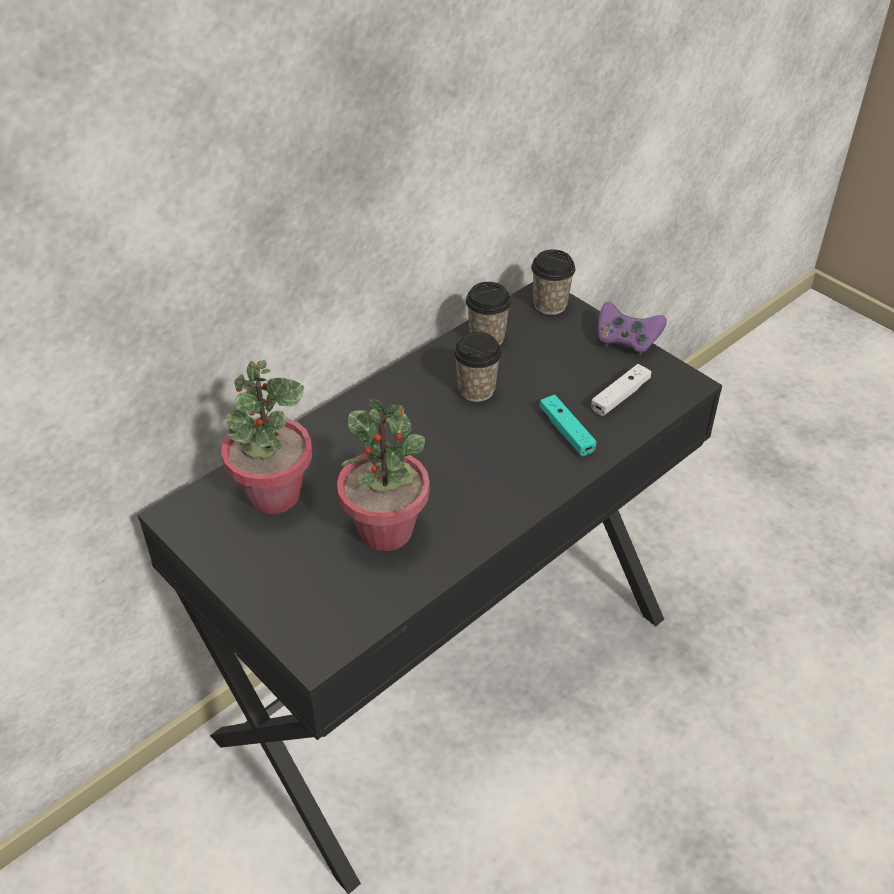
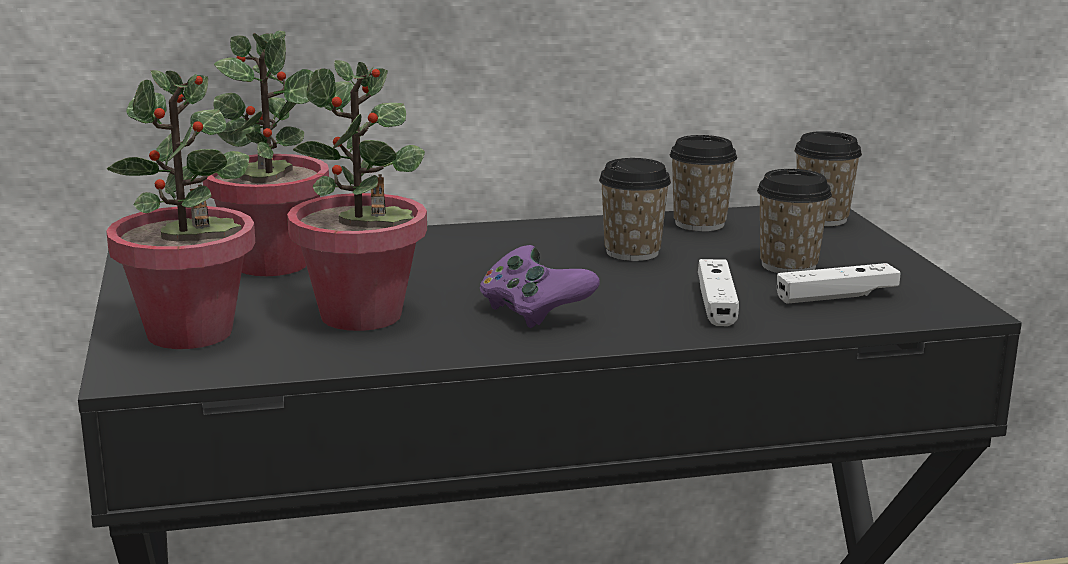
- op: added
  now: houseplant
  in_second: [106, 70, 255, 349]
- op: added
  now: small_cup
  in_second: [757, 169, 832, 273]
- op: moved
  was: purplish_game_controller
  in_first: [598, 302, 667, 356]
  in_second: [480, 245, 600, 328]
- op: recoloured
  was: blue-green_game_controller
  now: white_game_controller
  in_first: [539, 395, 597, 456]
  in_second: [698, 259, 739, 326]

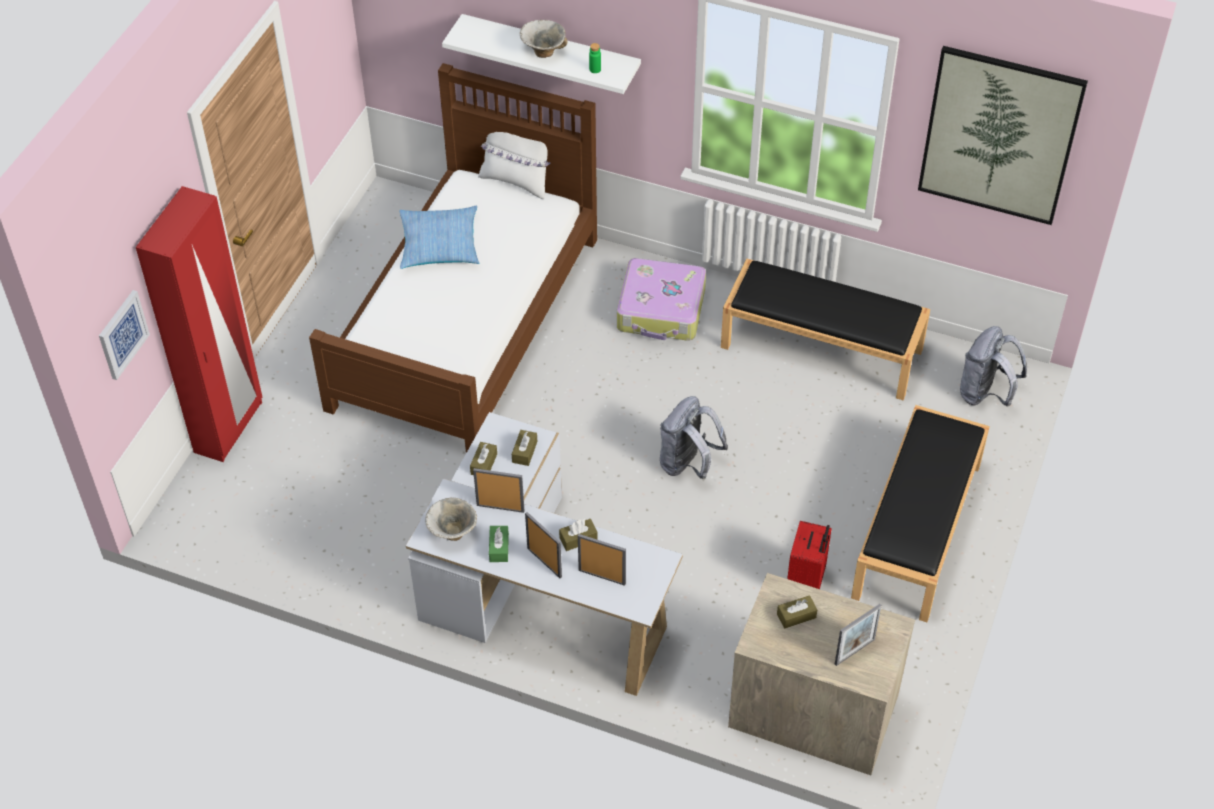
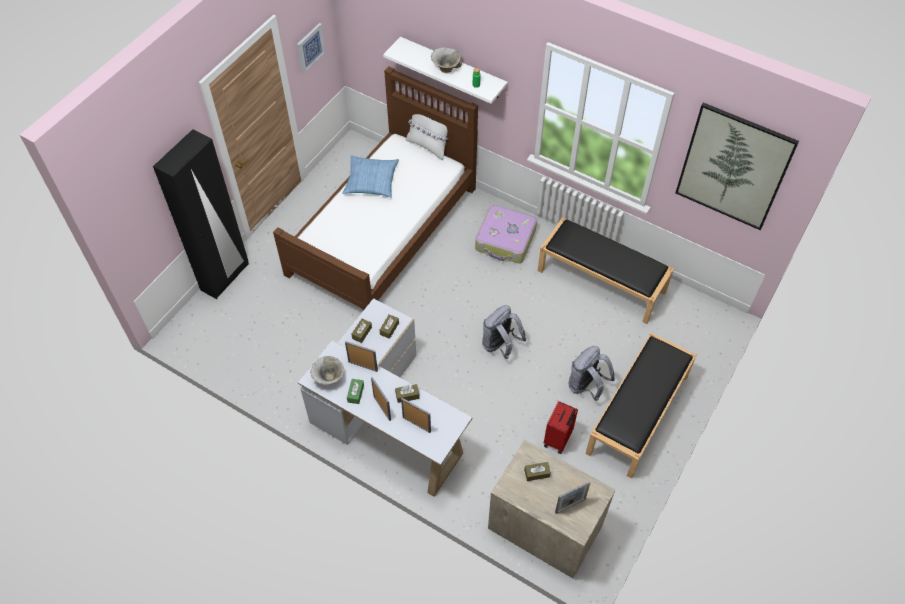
- op: moved
  was: picture
  in_first: [99, 290, 150, 380]
  in_second: [297, 23, 326, 74]
- op: moved
  was: greyish_knapsack
  in_first: [960, 326, 1027, 407]
  in_second: [569, 346, 615, 401]
- op: recoloured
  was: red-coloured_armoire
  now: black-coloured_armoire
  in_first: [136, 186, 262, 462]
  in_second: [153, 129, 249, 299]

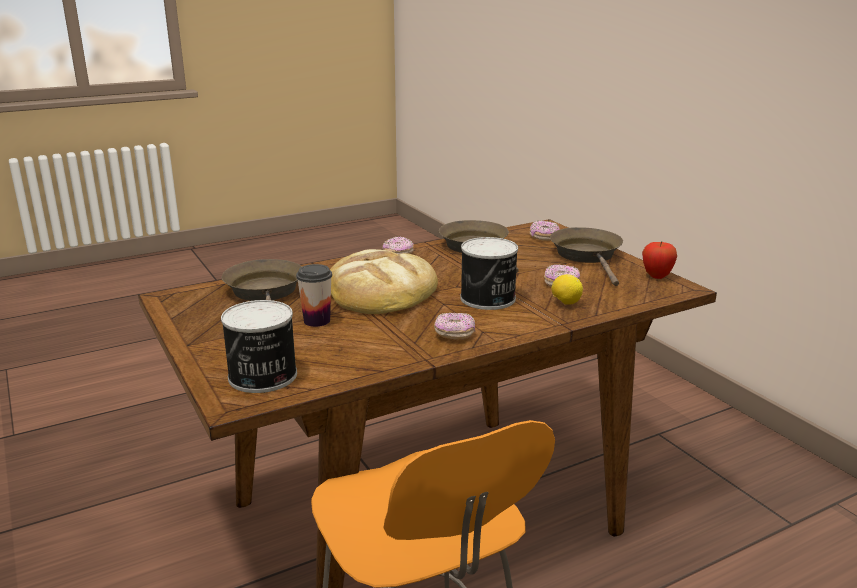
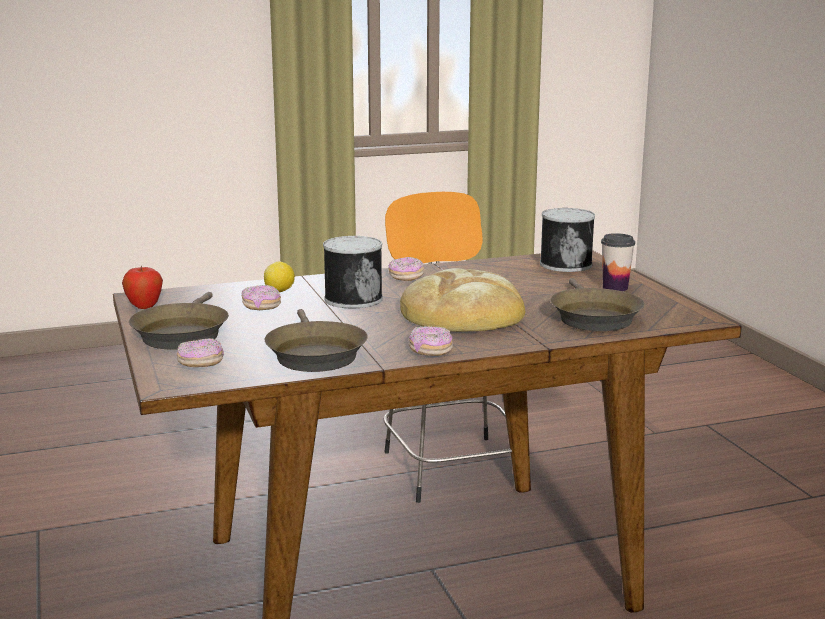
- op: moved
  was: small_cup
  in_first: [296, 264, 332, 327]
  in_second: [601, 233, 635, 291]

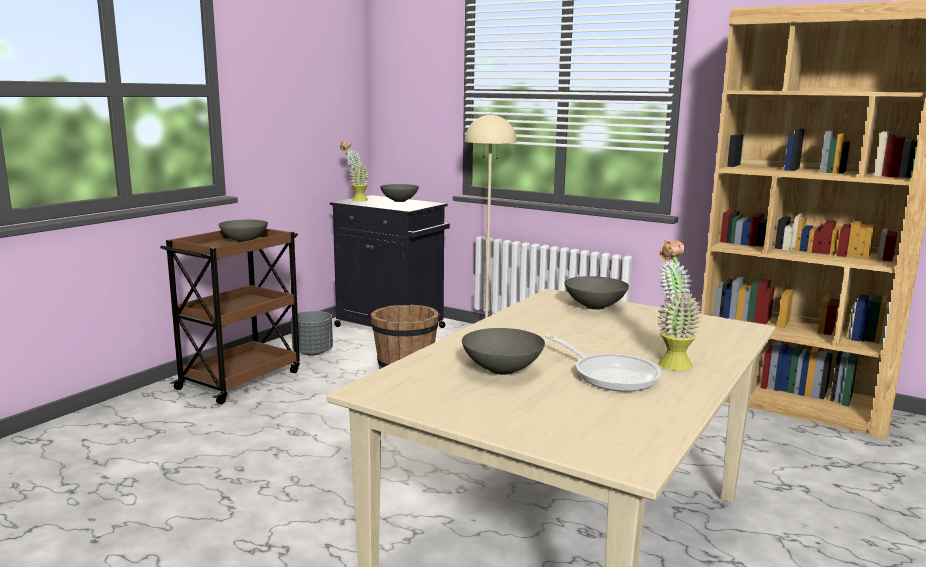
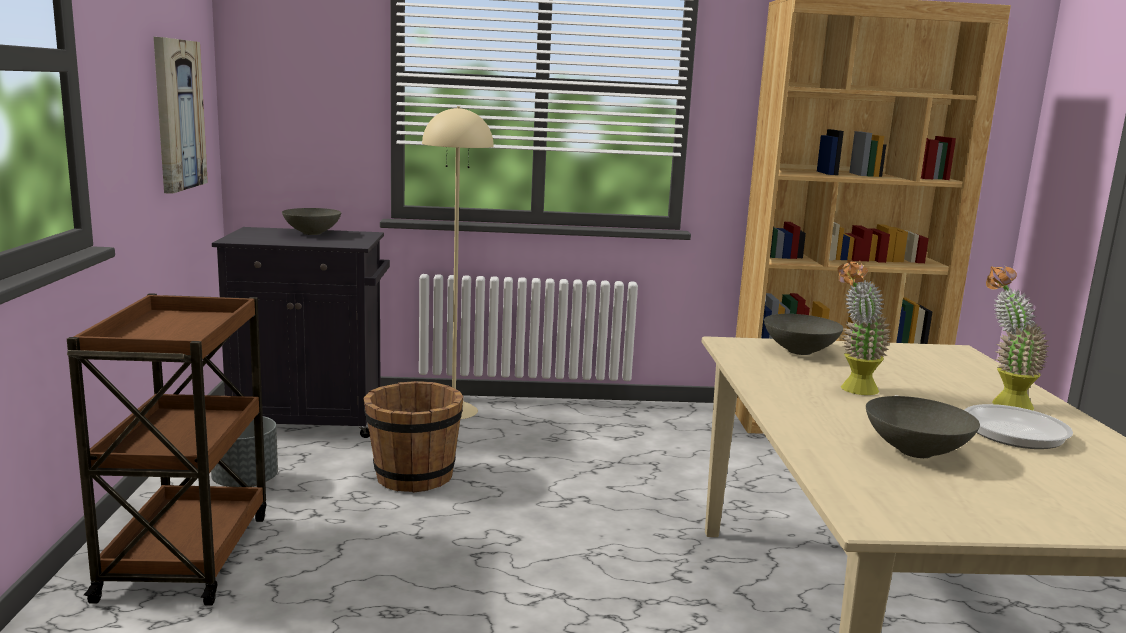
- op: removed
  was: greyish_bowl
  in_first: [218, 220, 268, 243]
- op: added
  now: picture
  in_second: [154, 37, 208, 194]
- op: moved
  was: houseplant
  in_first: [340, 141, 369, 201]
  in_second: [837, 260, 891, 395]

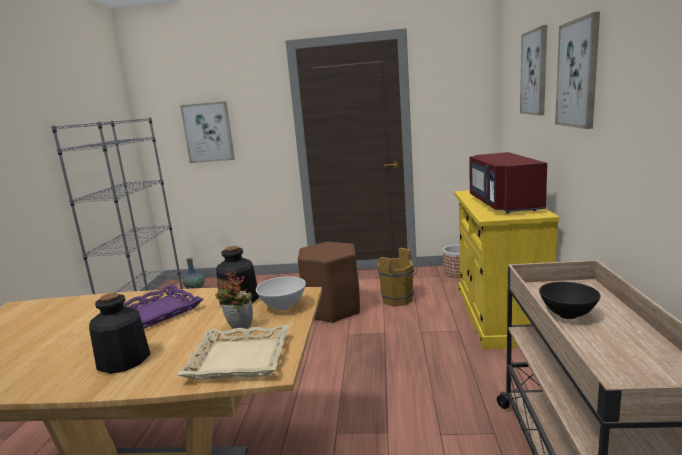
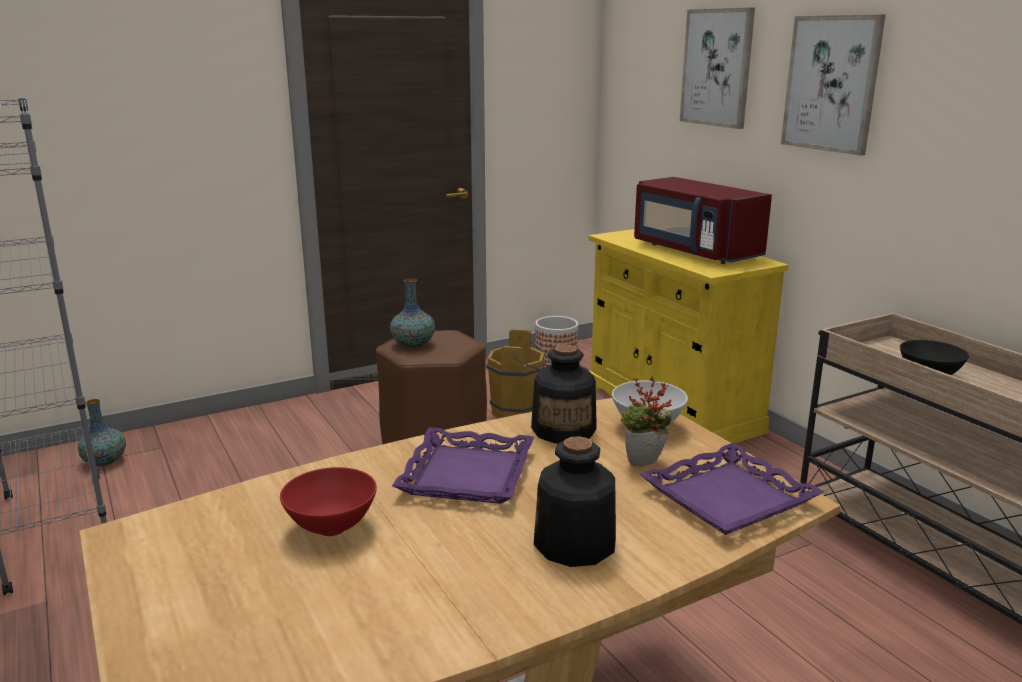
- op: removed
  was: picture
  in_first: [180, 101, 235, 163]
- op: added
  now: red-coloured_bowl
  in_second: [280, 467, 377, 536]
- op: added
  now: decorative_vase
  in_second: [390, 278, 435, 348]
- op: recoloured
  was: sand-coloured_carrying_tray
  now: purplish_carrying_tray
  in_first: [177, 325, 289, 380]
  in_second: [640, 443, 824, 535]

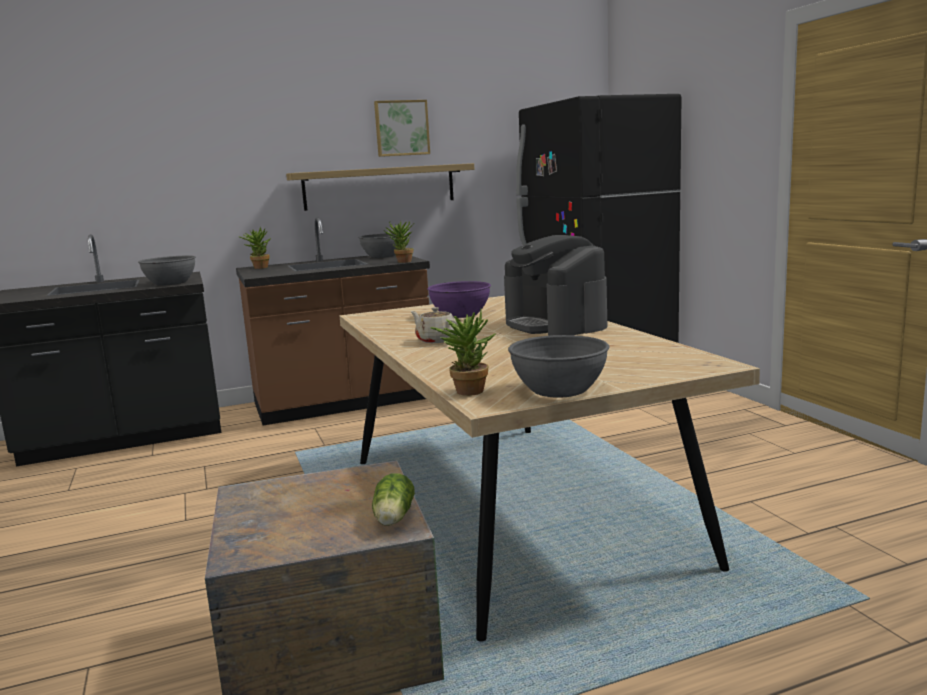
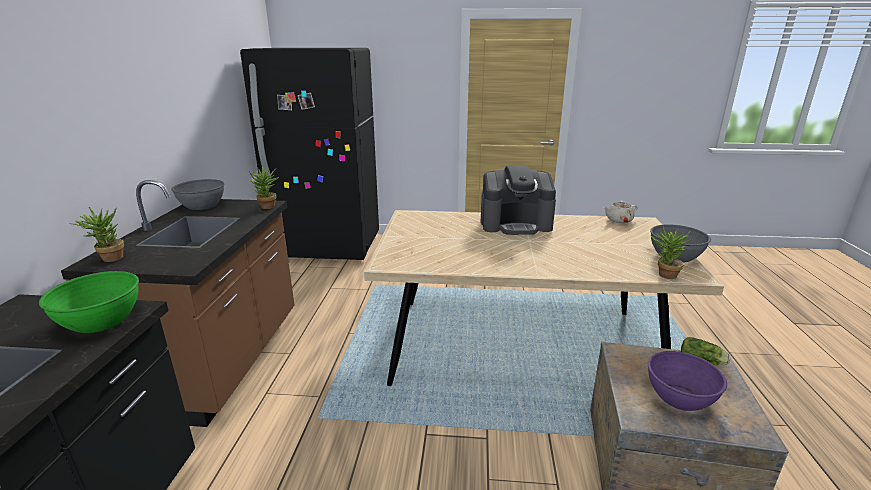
- op: removed
  was: shelf
  in_first: [286, 163, 475, 211]
- op: removed
  was: picture
  in_first: [374, 100, 430, 157]
- op: moved
  was: sand-coloured_tea_pot
  in_first: [411, 307, 458, 343]
  in_second: [604, 201, 638, 223]
- op: moved
  was: purplish_bowl
  in_first: [427, 281, 491, 318]
  in_second: [648, 351, 727, 411]
- op: recoloured
  was: greyish_bowl
  now: green_bowl
  in_first: [138, 256, 196, 286]
  in_second: [39, 271, 139, 333]

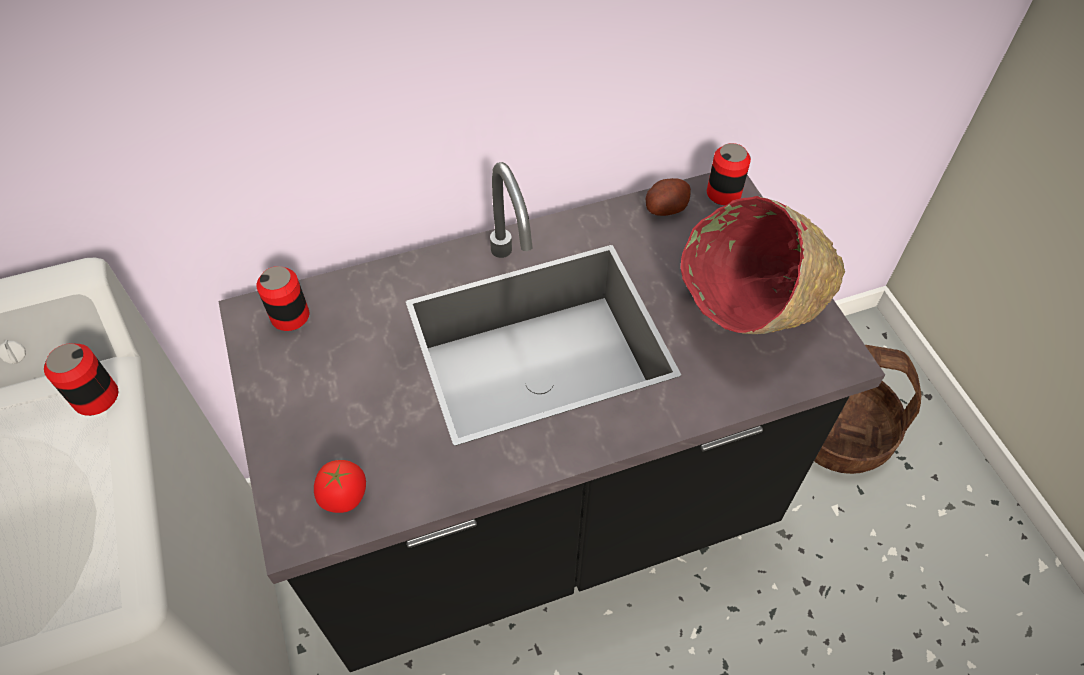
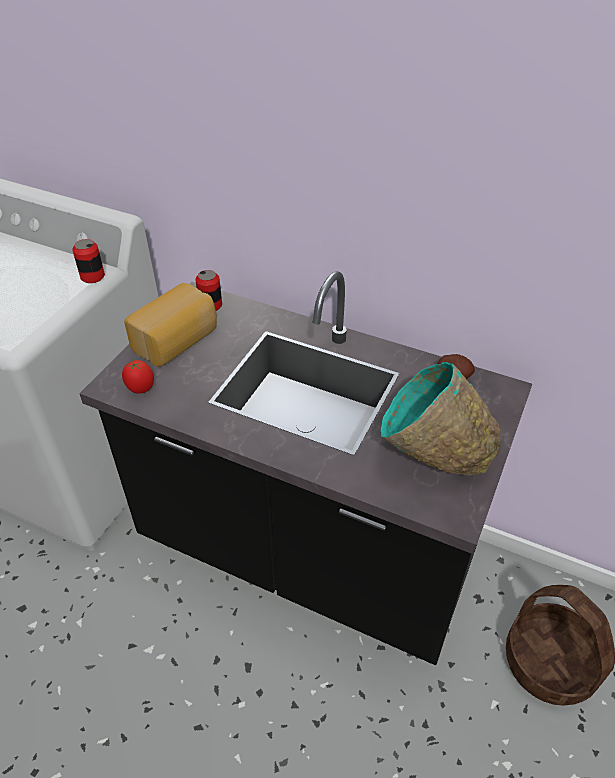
- op: removed
  was: can
  in_first: [707, 143, 751, 205]
- op: added
  now: baked_bread
  in_second: [124, 283, 217, 367]
- op: recoloured
  was: red-coloured_bowl
  now: blue-green_bowl
  in_first: [681, 196, 845, 334]
  in_second: [380, 362, 501, 476]

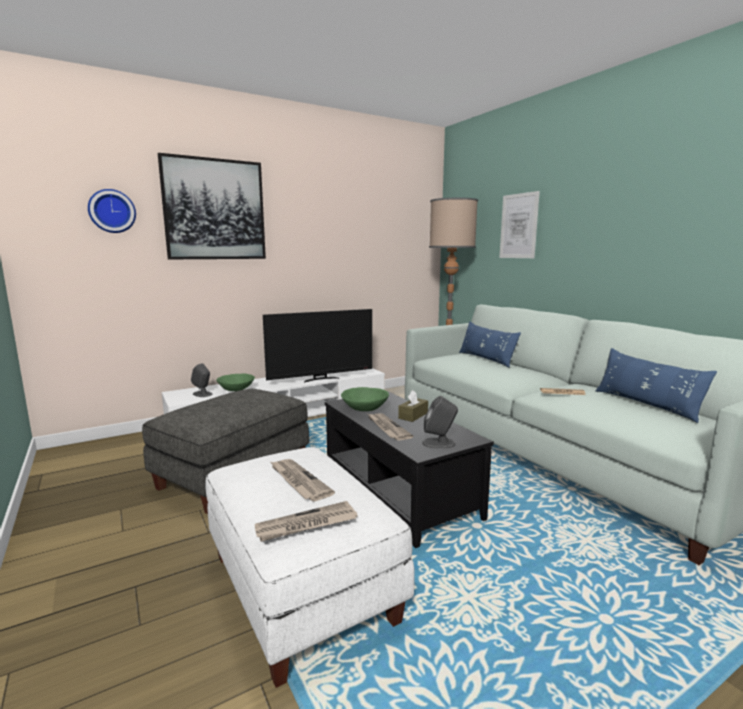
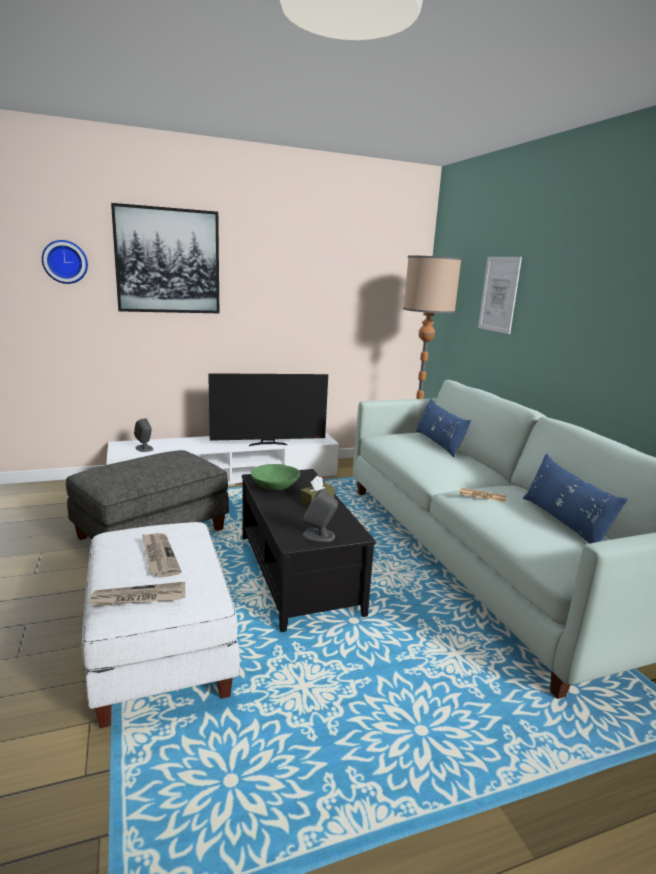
- op: removed
  was: green_bowl
  in_first: [216, 374, 255, 391]
- op: removed
  was: printed_paper
  in_first: [368, 413, 413, 441]

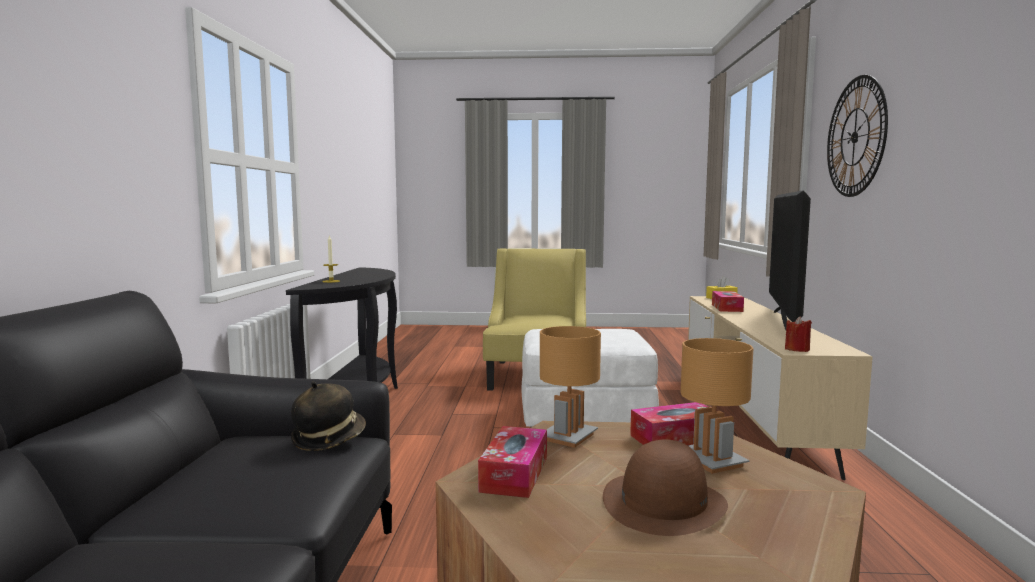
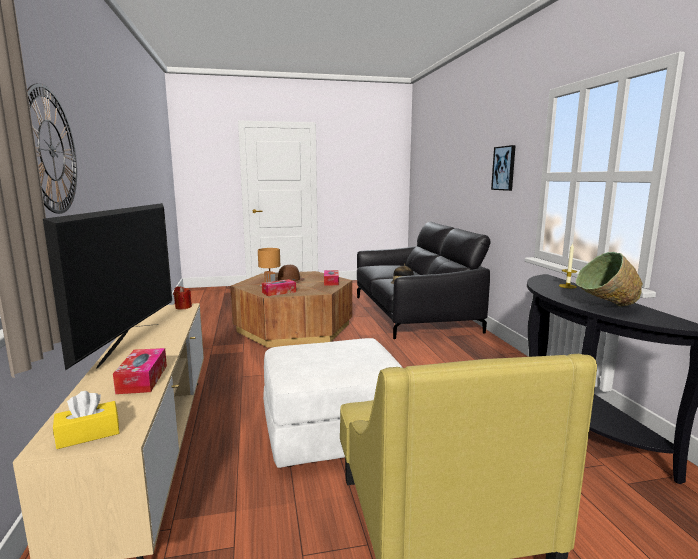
- op: removed
  was: brown_tabletop_lamp
  in_first: [540, 326, 601, 448]
- op: added
  now: picture
  in_second: [491, 145, 516, 191]
- op: added
  now: green_bowl
  in_second: [576, 252, 643, 307]

